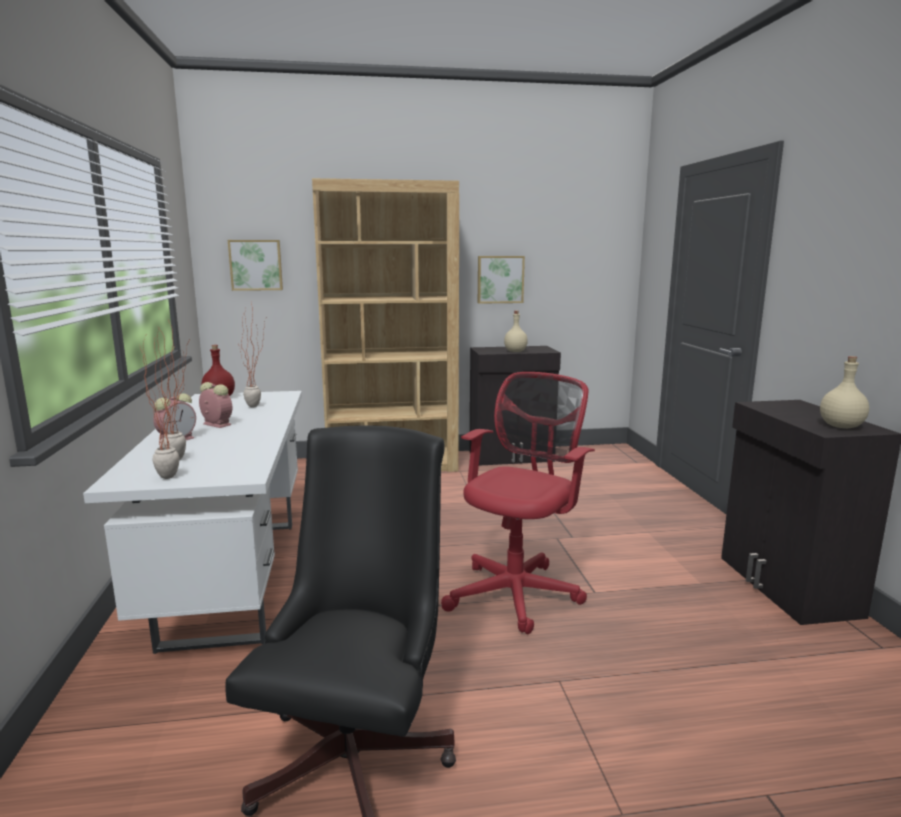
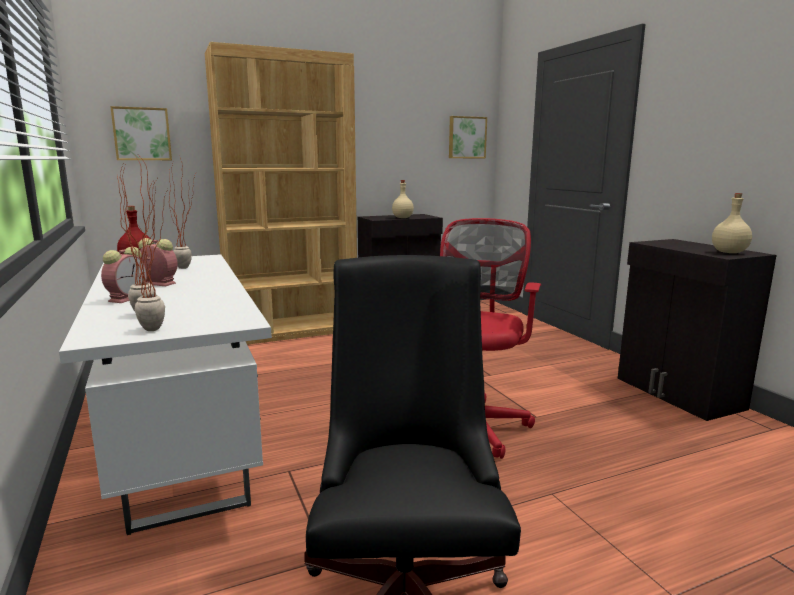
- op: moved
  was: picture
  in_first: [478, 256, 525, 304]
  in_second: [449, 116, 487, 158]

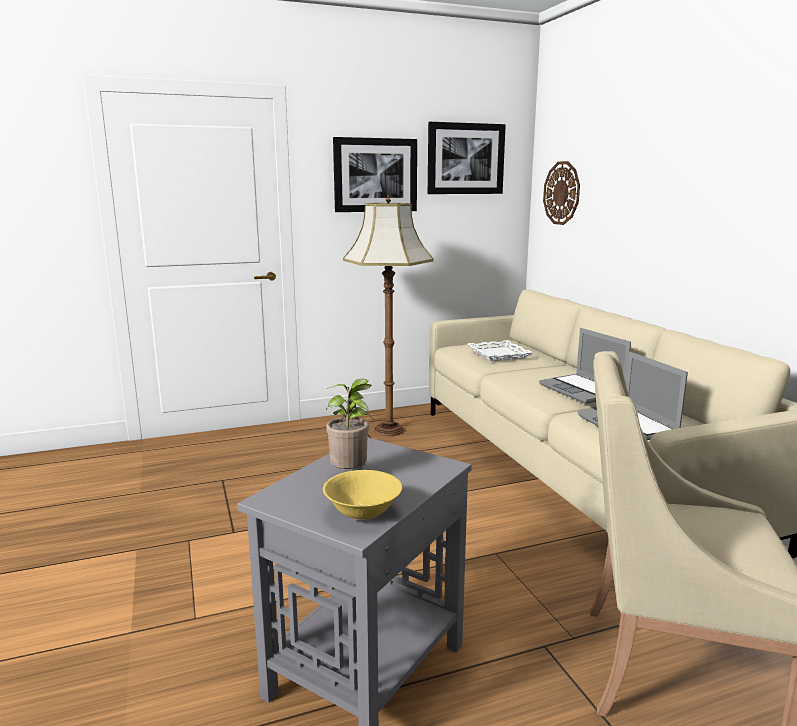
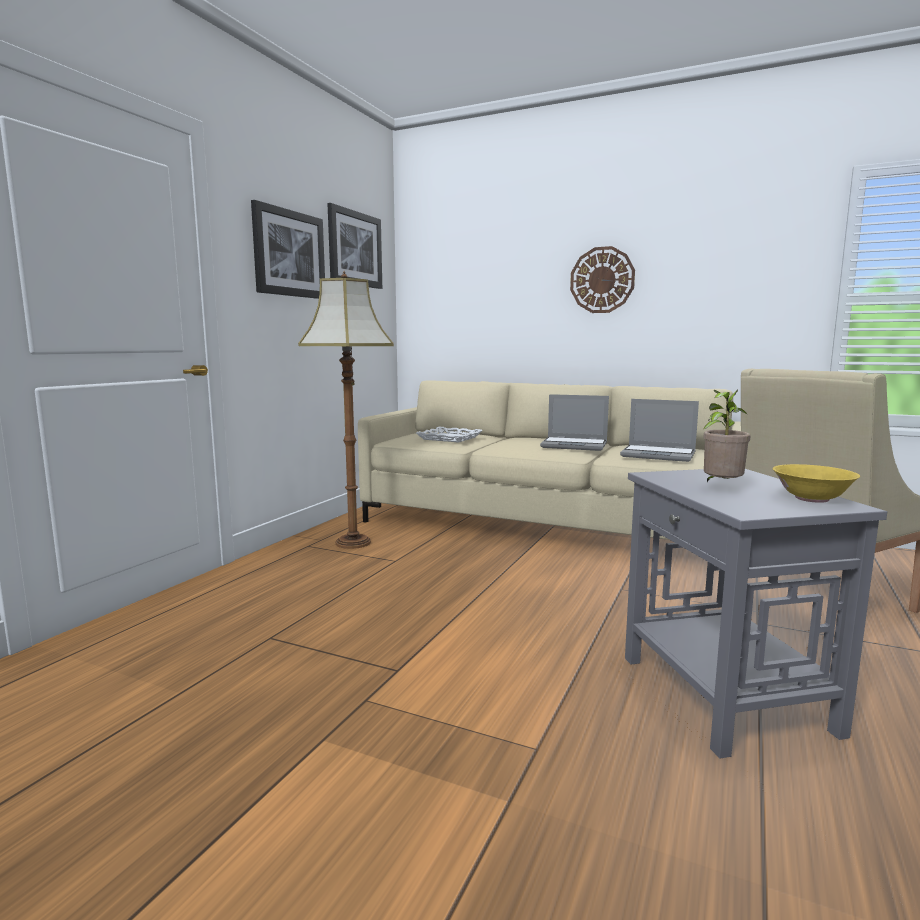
- op: moved
  was: hanging_clock
  in_first: [543, 161, 580, 225]
  in_second: [570, 246, 635, 313]

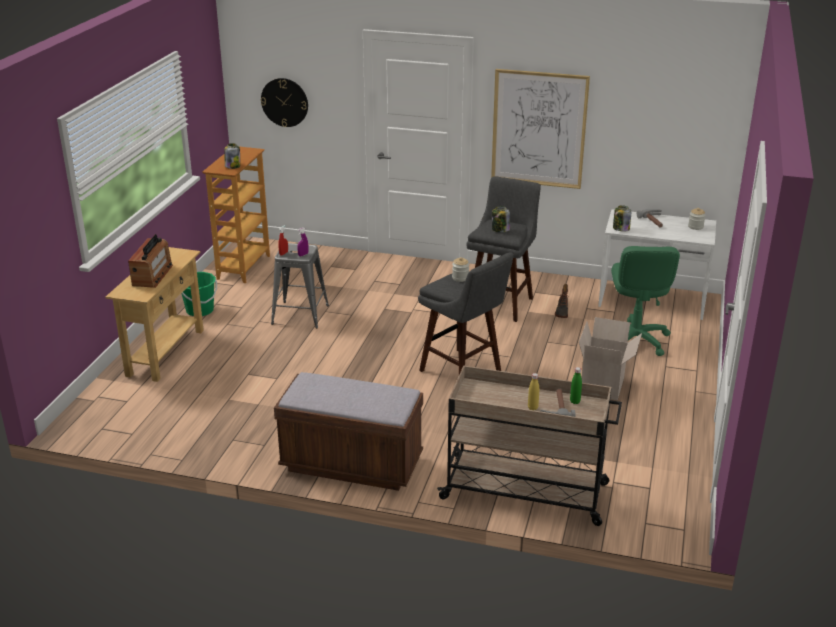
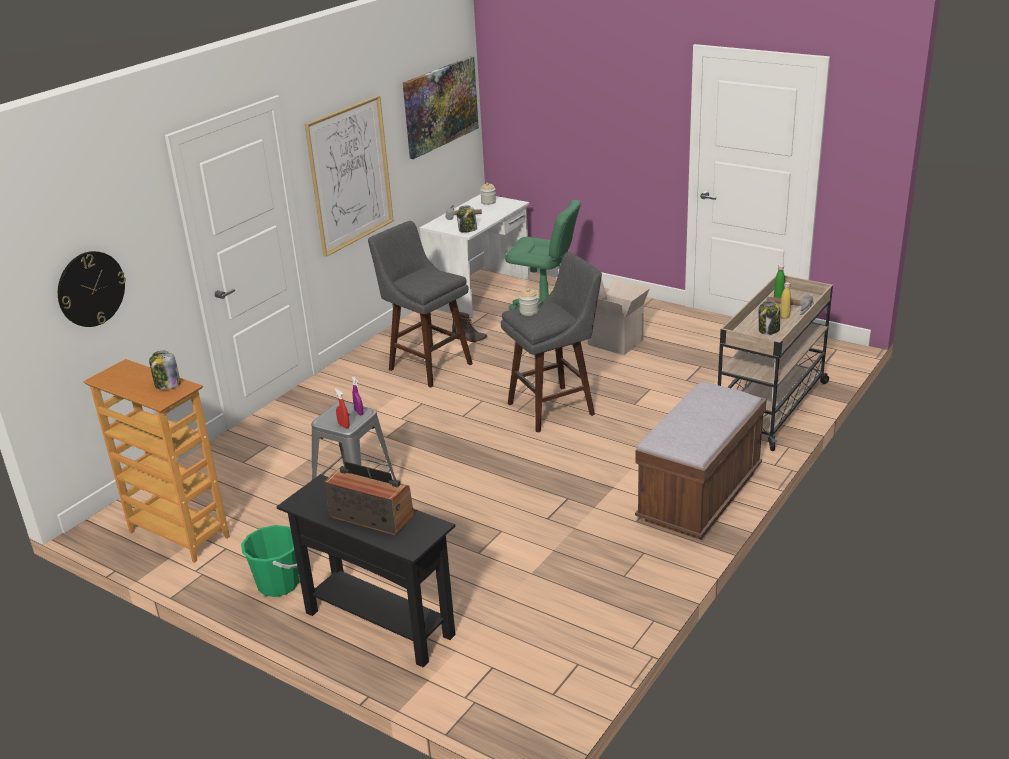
- op: added
  now: picture
  in_second: [403, 56, 479, 159]
- op: moved
  was: preserve_jar
  in_first: [492, 206, 510, 232]
  in_second: [758, 300, 780, 335]
- op: recoloured
  was: sand-coloured_narrow_table
  now: black-coloured_narrow_table
  in_first: [105, 247, 204, 382]
  in_second: [276, 474, 455, 668]

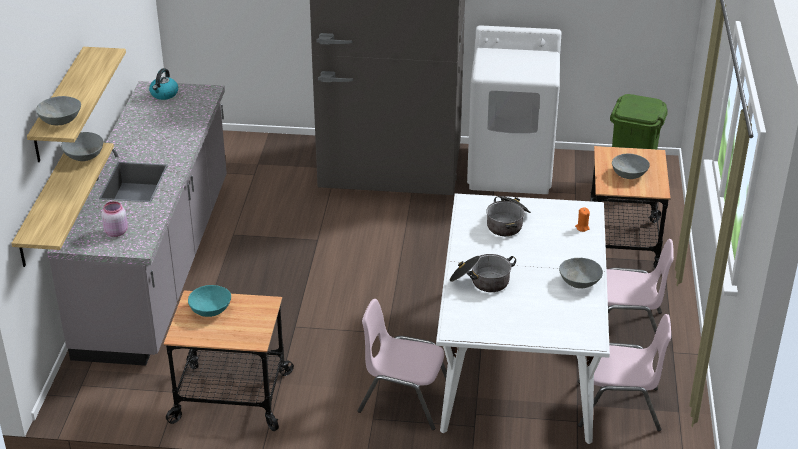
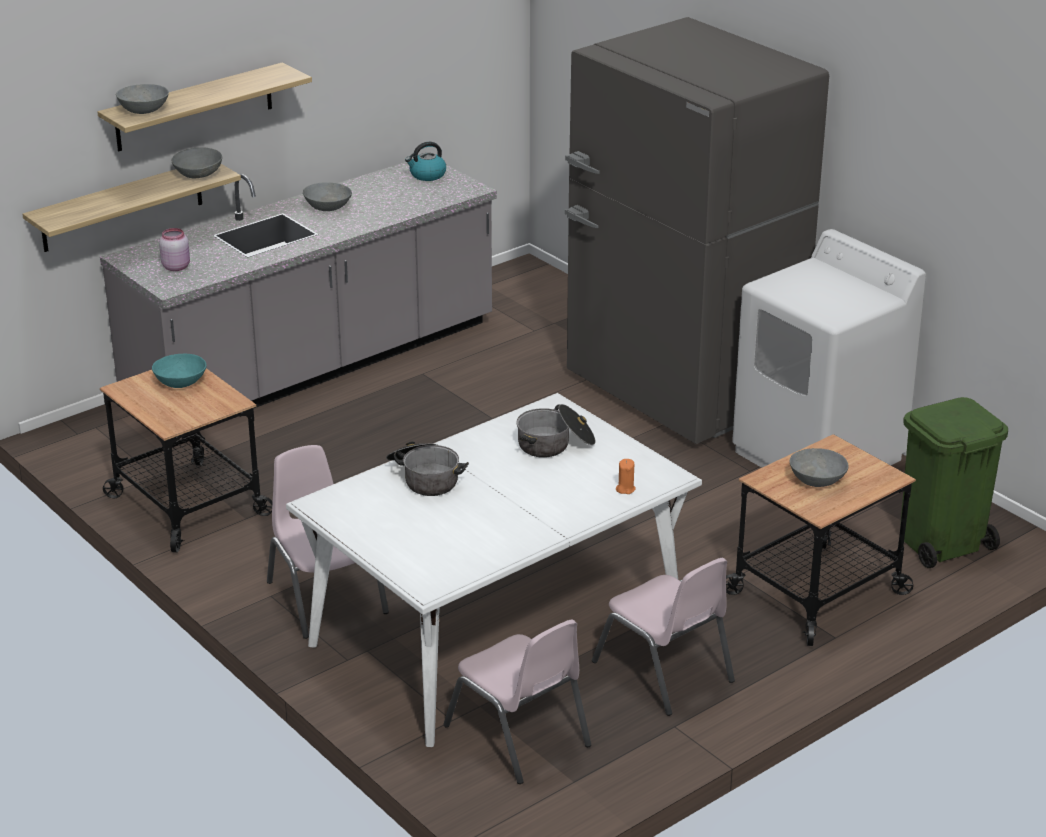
- op: moved
  was: greyish_bowl
  in_first: [559, 258, 603, 288]
  in_second: [303, 182, 352, 211]

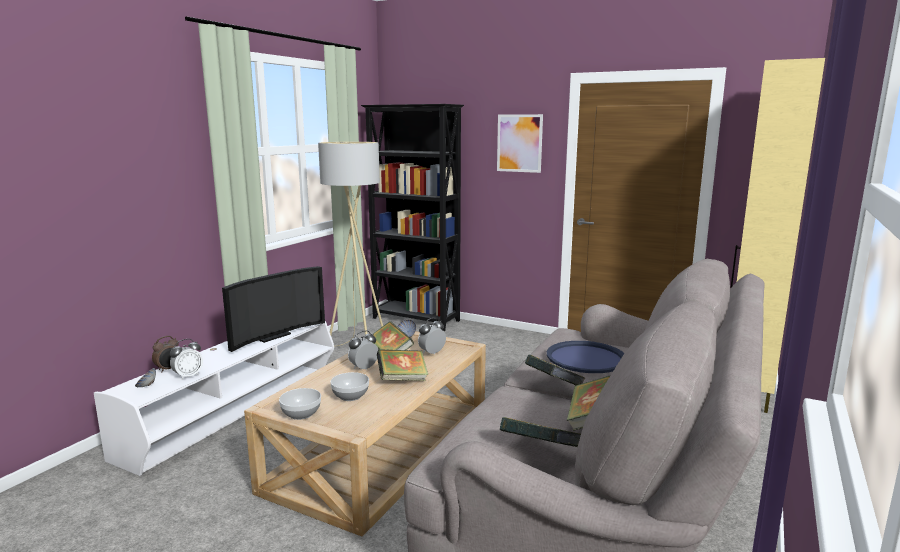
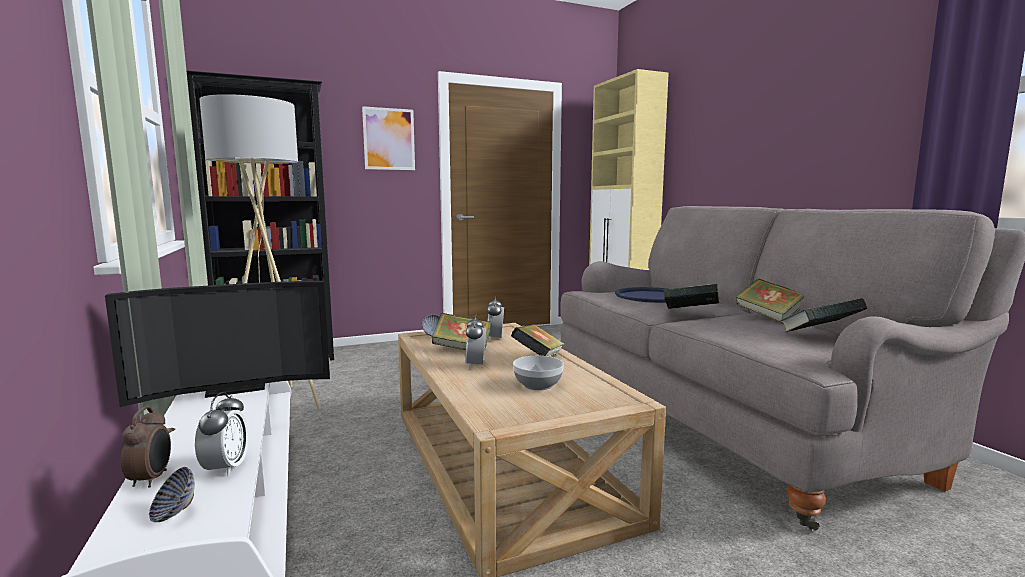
- op: removed
  was: bowl
  in_first: [279, 388, 321, 420]
- op: turned
  was: TV_set
  in_first: [222, 266, 325, 352]
  in_second: [105, 281, 330, 407]
  clockwise: 75

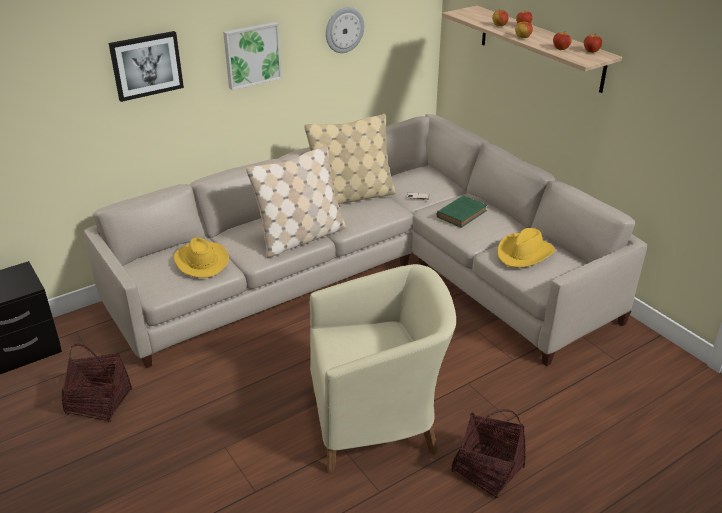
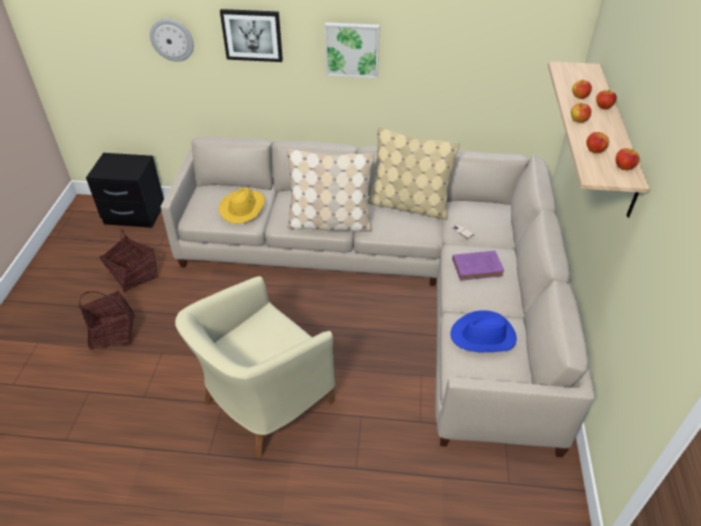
- op: moved
  was: hanging_clock
  in_first: [326, 7, 364, 53]
  in_second: [150, 19, 194, 62]
- op: moved
  was: basket
  in_first: [451, 409, 526, 498]
  in_second: [78, 291, 135, 349]
- op: recoloured
  was: green_book
  now: purplish_book
  in_first: [437, 195, 487, 228]
  in_second: [452, 251, 504, 281]
- op: recoloured
  was: yellow-coloured_hat
  now: blue-coloured_hat
  in_first: [497, 228, 555, 268]
  in_second: [450, 310, 517, 353]
- op: turned
  was: sand-coloured_lounge_chair
  in_first: [310, 264, 456, 474]
  in_second: [175, 276, 335, 458]
  clockwise: 105

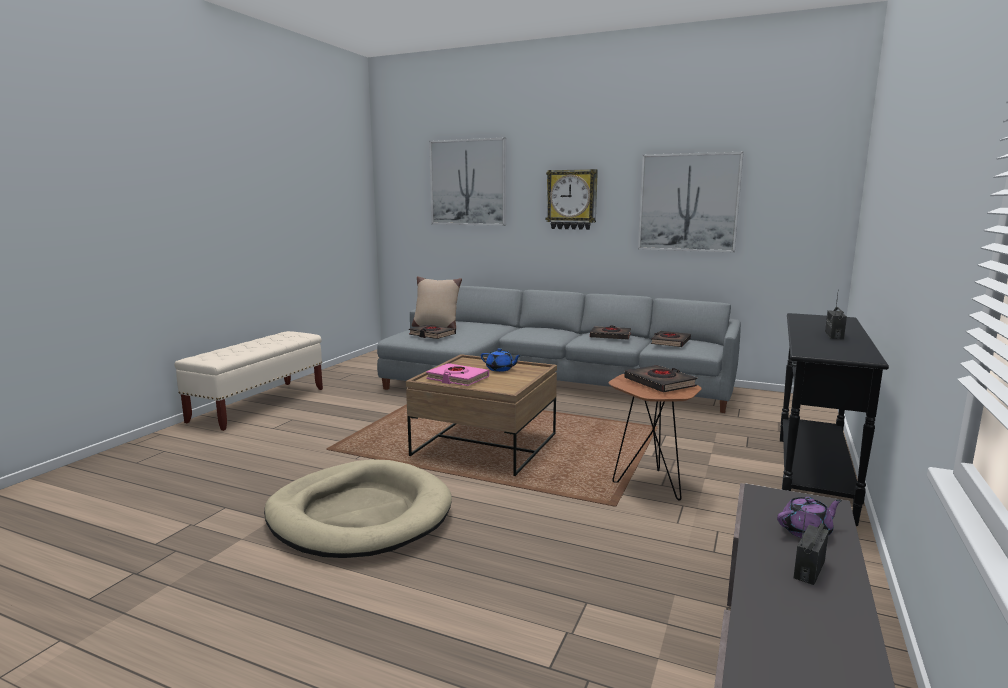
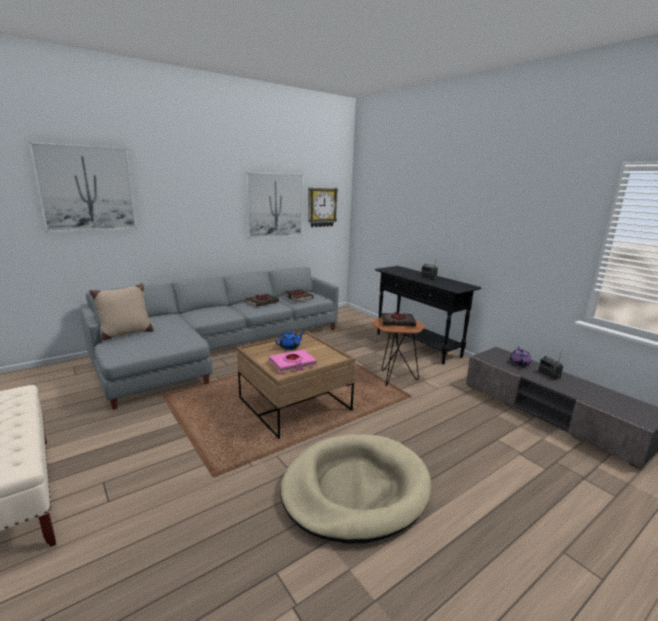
- op: removed
  was: black-coloured_book
  in_first: [409, 325, 456, 339]
- op: moved
  was: hanging_clock
  in_first: [546, 169, 598, 230]
  in_second: [308, 188, 338, 227]

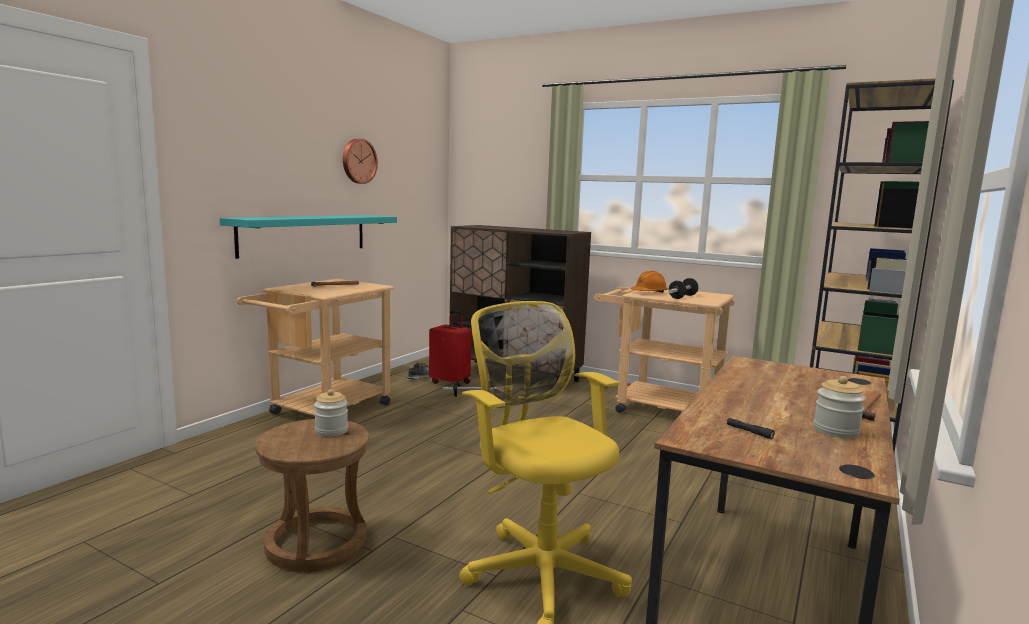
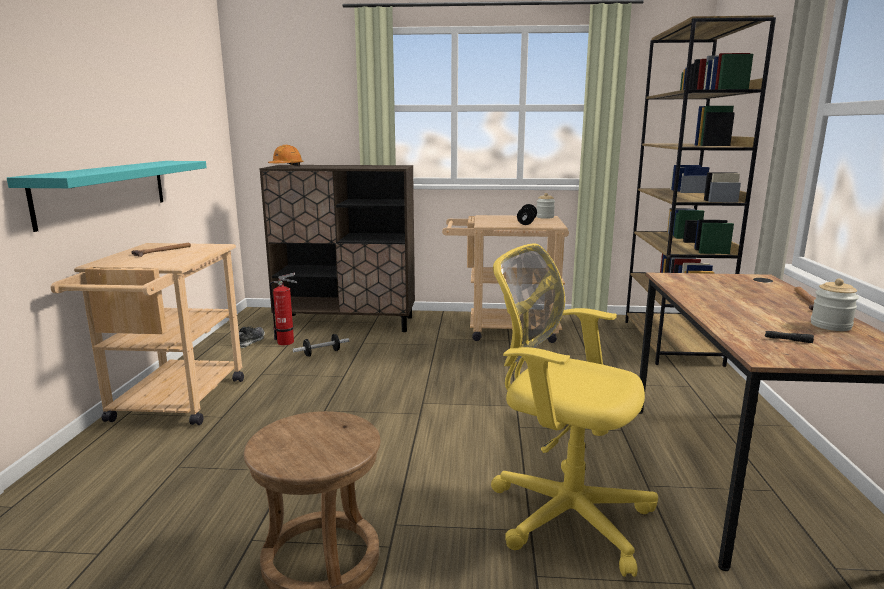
- op: removed
  was: hanging_clock
  in_first: [343, 139, 378, 184]
- op: moved
  was: preserve_jar
  in_first: [314, 389, 348, 436]
  in_second: [536, 193, 555, 219]
- op: moved
  was: orange_work_helmet
  in_first: [631, 271, 668, 293]
  in_second: [268, 145, 304, 166]
- op: replaced
  was: red-coloured_piece_of_luggage
  now: extinguisher
  in_first: [429, 310, 471, 387]
  in_second: [270, 272, 297, 345]

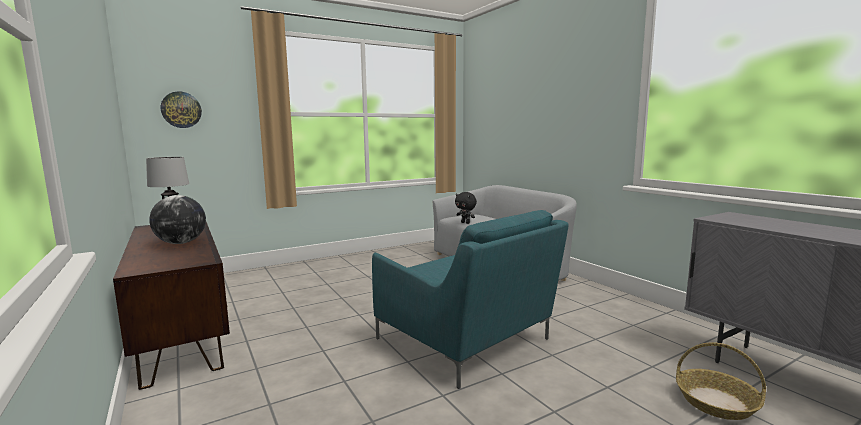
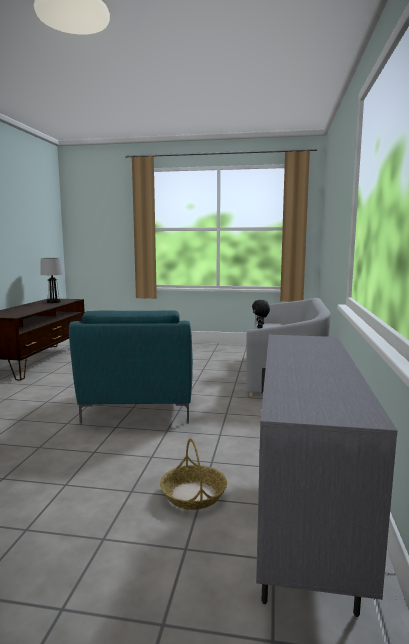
- op: removed
  was: globe
  in_first: [149, 195, 206, 244]
- op: removed
  was: hanging_clock
  in_first: [161, 91, 202, 128]

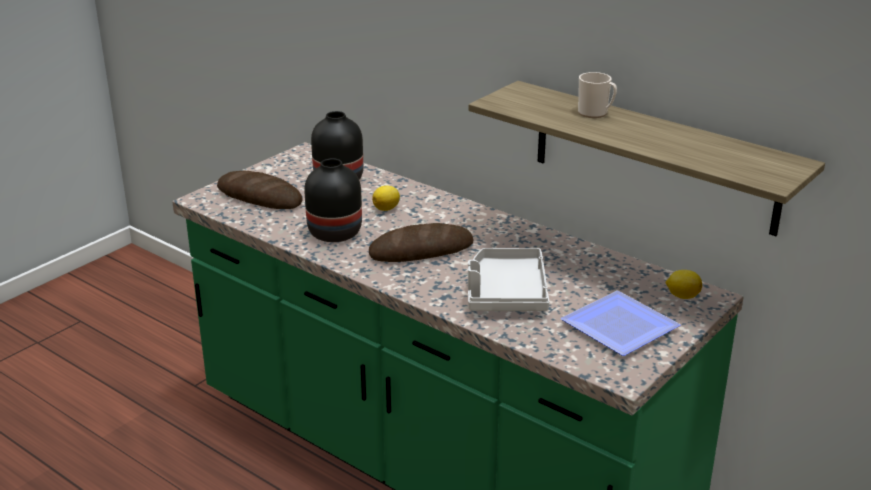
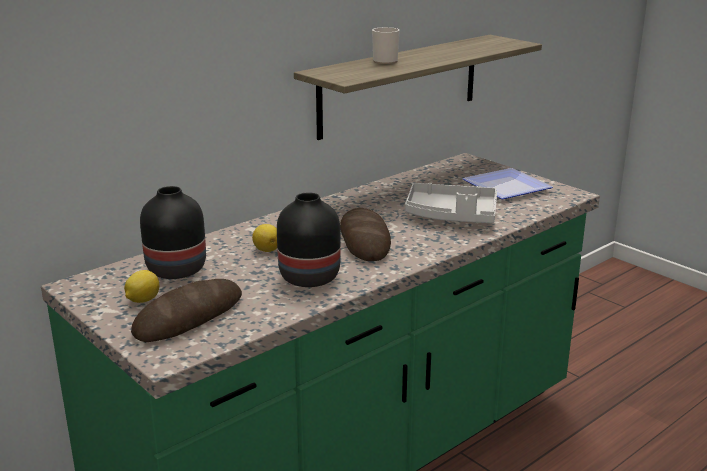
- op: moved
  was: lemon
  in_first: [665, 270, 702, 299]
  in_second: [124, 270, 159, 303]

